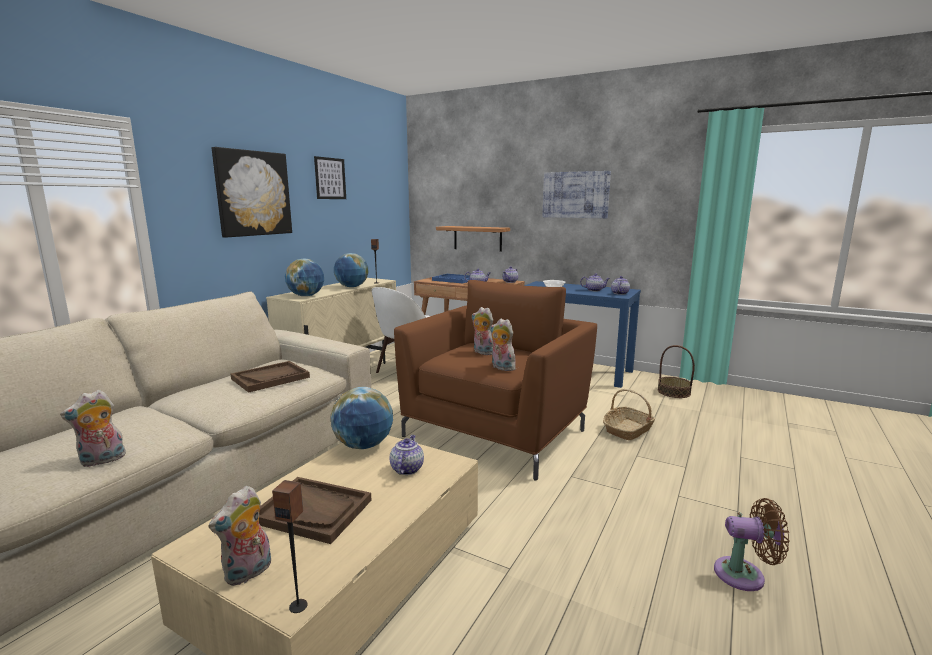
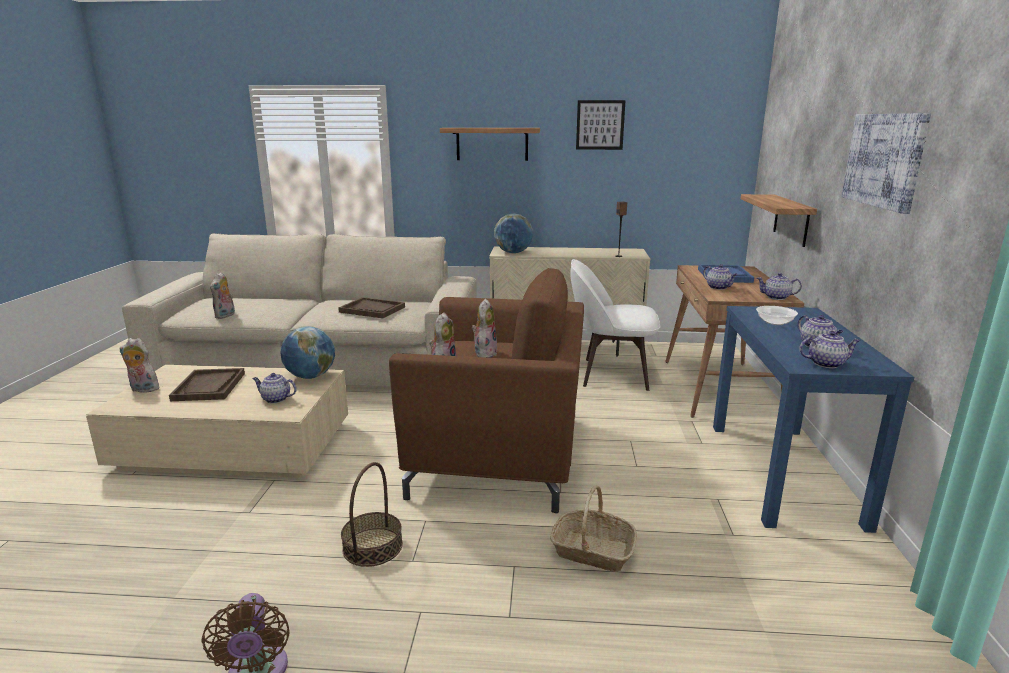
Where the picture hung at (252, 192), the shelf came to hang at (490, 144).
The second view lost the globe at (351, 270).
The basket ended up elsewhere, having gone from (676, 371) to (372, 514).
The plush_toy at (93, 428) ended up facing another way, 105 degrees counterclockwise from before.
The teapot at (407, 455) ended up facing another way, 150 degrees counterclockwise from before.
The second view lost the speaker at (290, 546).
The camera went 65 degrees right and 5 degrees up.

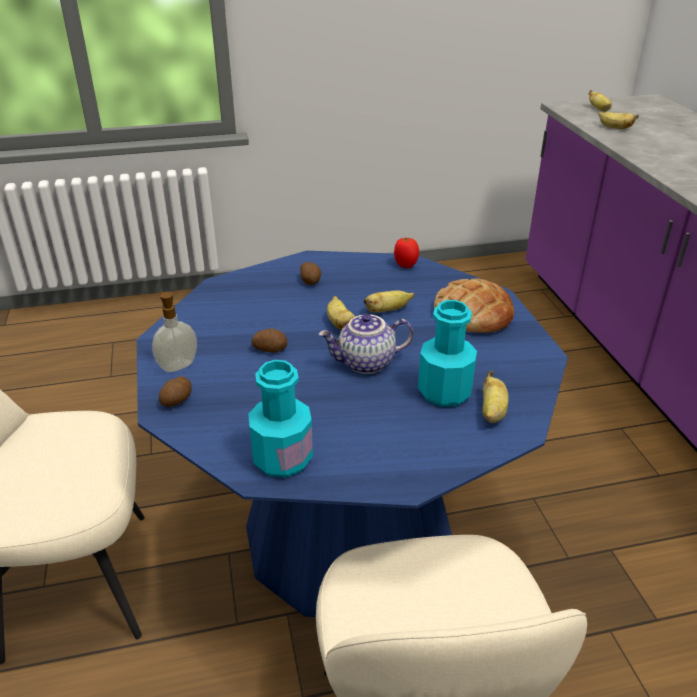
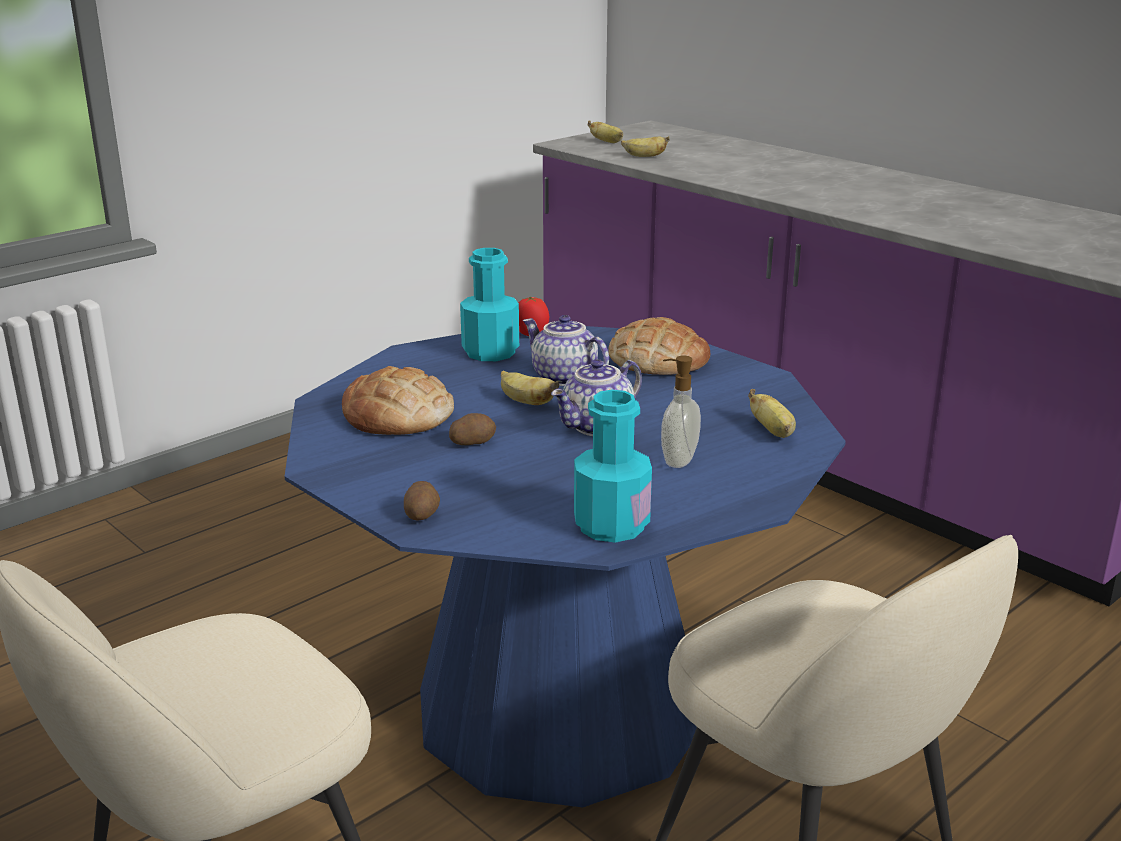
The second view lost the potato at (310, 273).
The soap_dispenser ended up elsewhere, having gone from (174, 331) to (681, 411).
Where the banana stood at (389, 301), the teapot came to stand at (566, 350).
The turquoise_bottle ended up elsewhere, having gone from (447, 353) to (489, 304).
The second view gained the bread at (398, 400).
The camera went 30 degrees left and 10 degrees down.

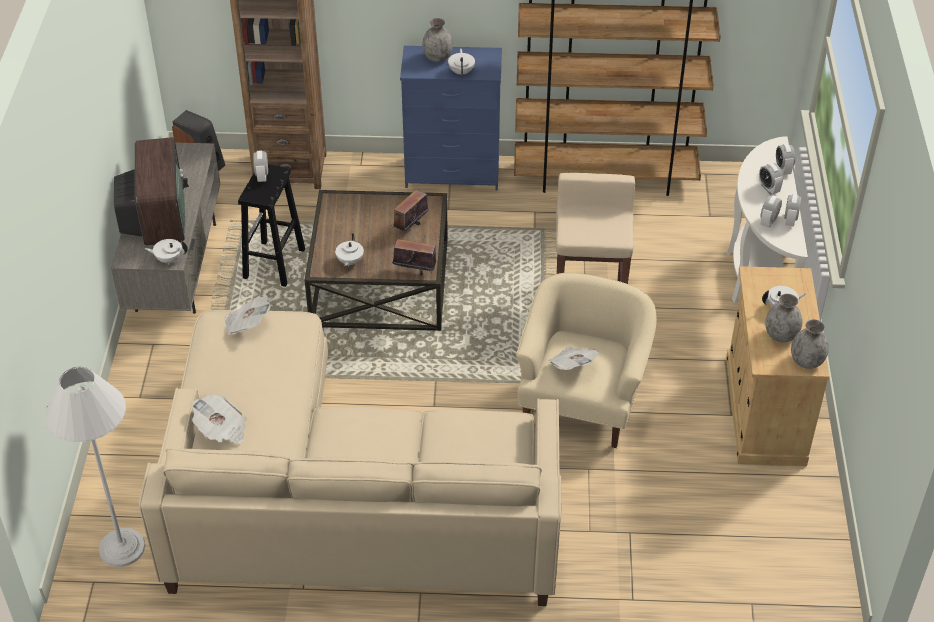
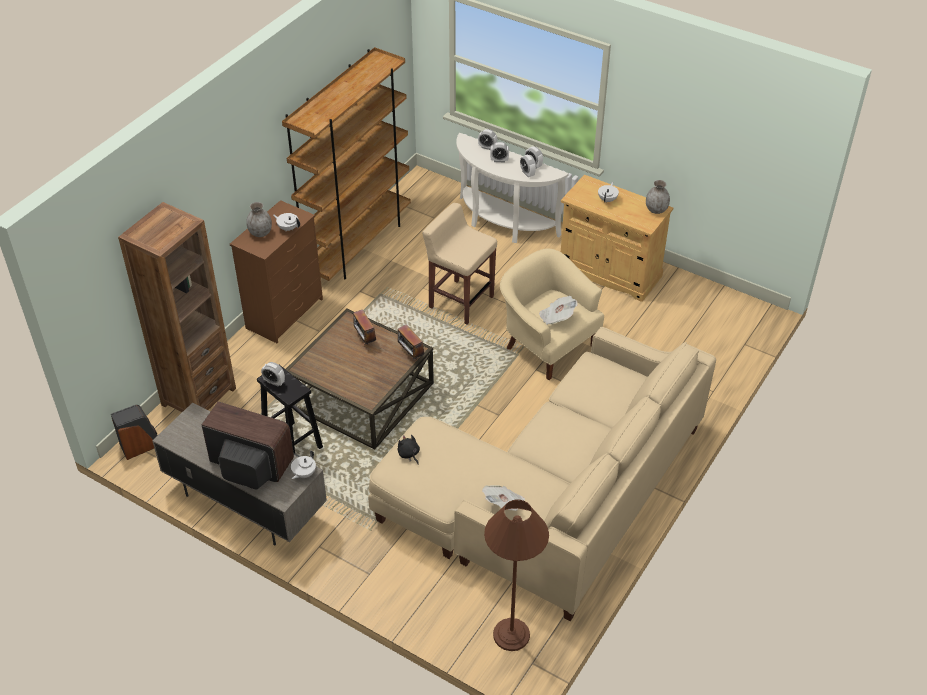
What was the blue_dresser at (451, 118) turned into the brown_dresser at (276, 271).
The second view lost the white_teapot at (349, 250).
The radio at (414, 256) ended up facing another way, 75 degrees counterclockwise from before.
The second view lost the grey_vase at (783, 318).
Where the newspaper stood at (248, 315), the black_plush_toy came to stand at (408, 450).
What was the white_floor_lamp at (95, 467) turned into the brown_floor_lamp at (516, 575).
The camera went 60 degrees left and 0 degrees up.

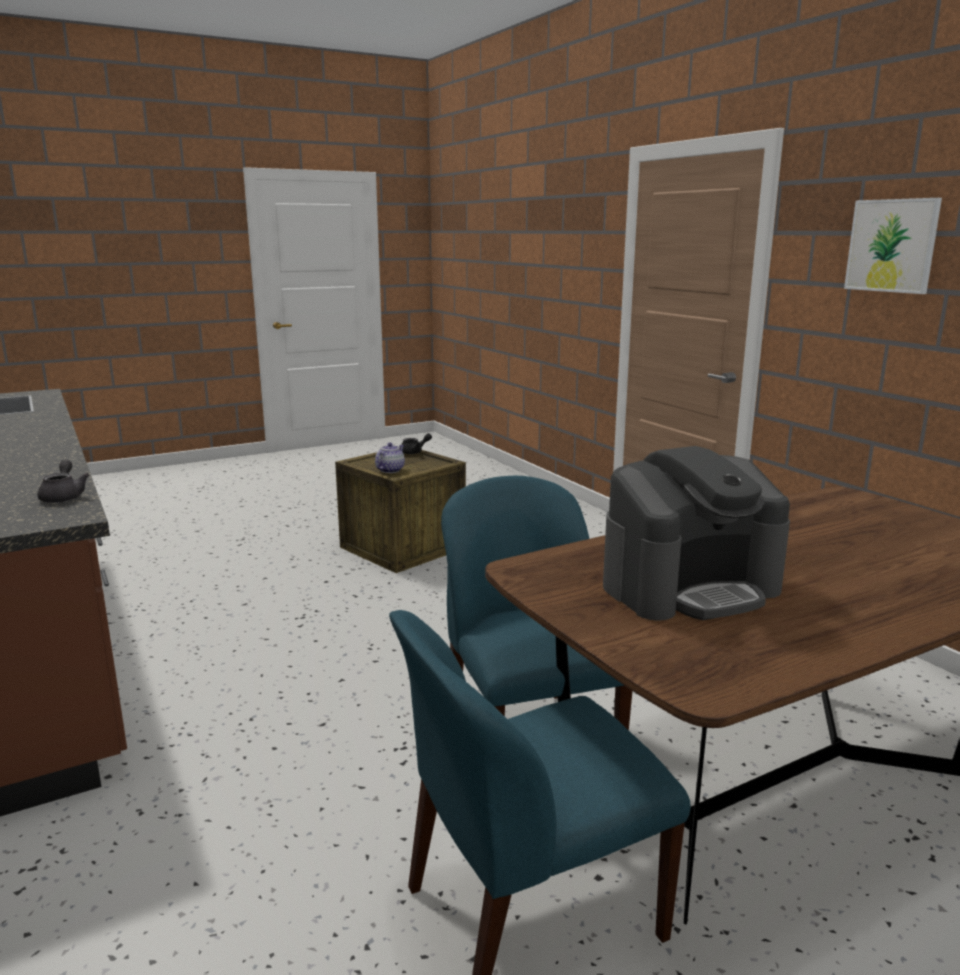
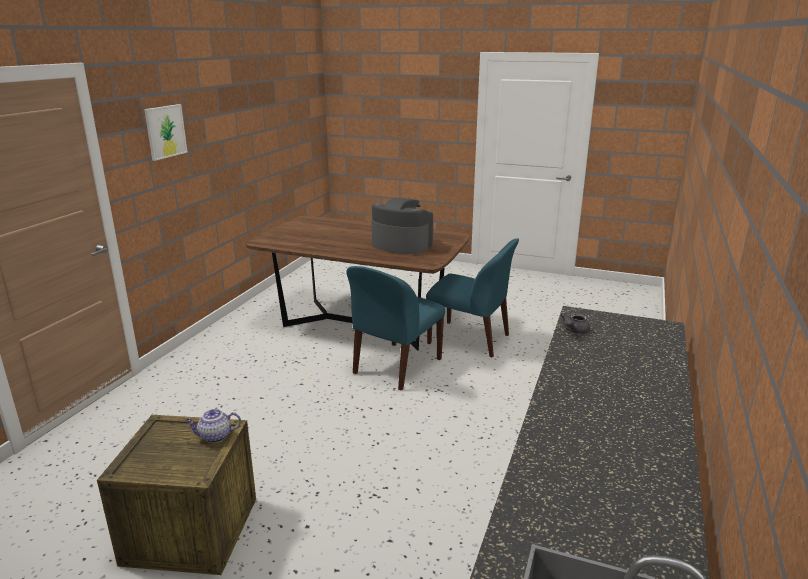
The second view lost the black_teapot at (416, 443).
The camera went 130 degrees left and 5 degrees up.

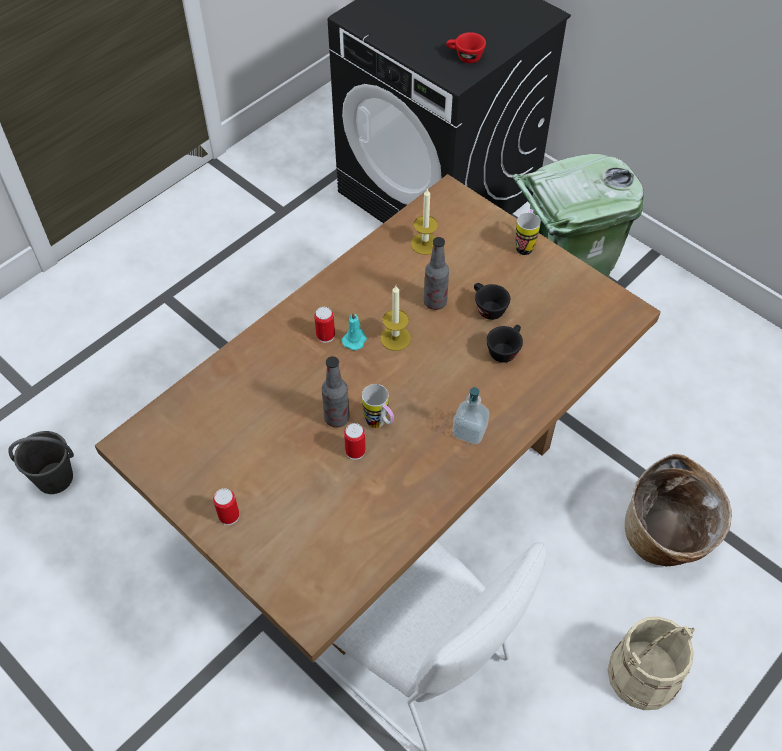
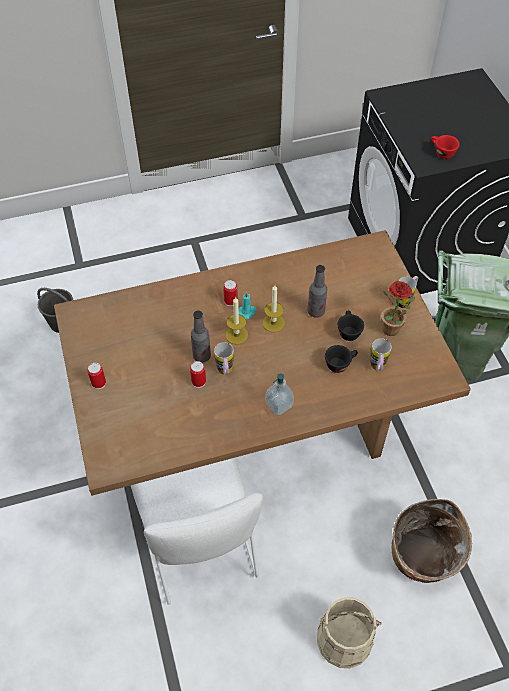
The candle ended up elsewhere, having gone from (424, 221) to (236, 321).
The second view gained the potted_plant at (398, 308).
The second view gained the mug at (381, 354).
The camera went 30 degrees right and 0 degrees up.

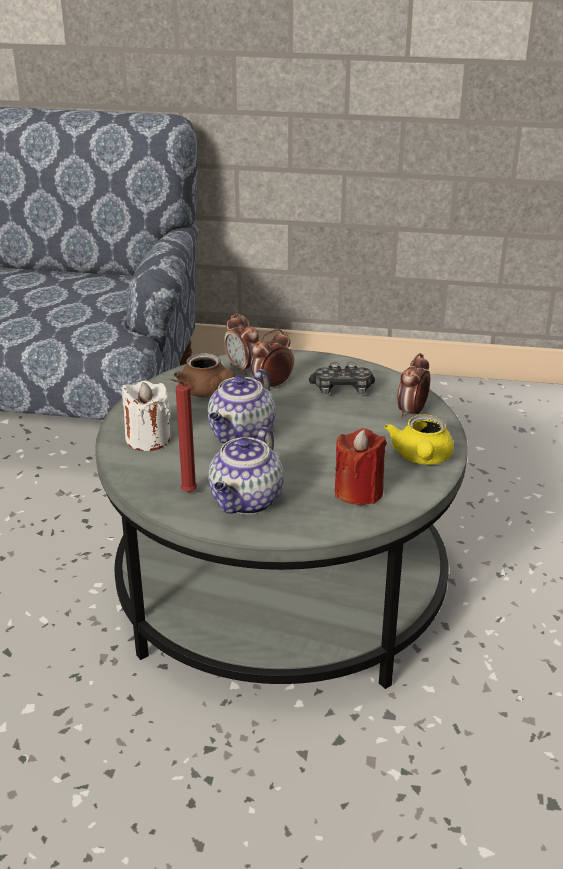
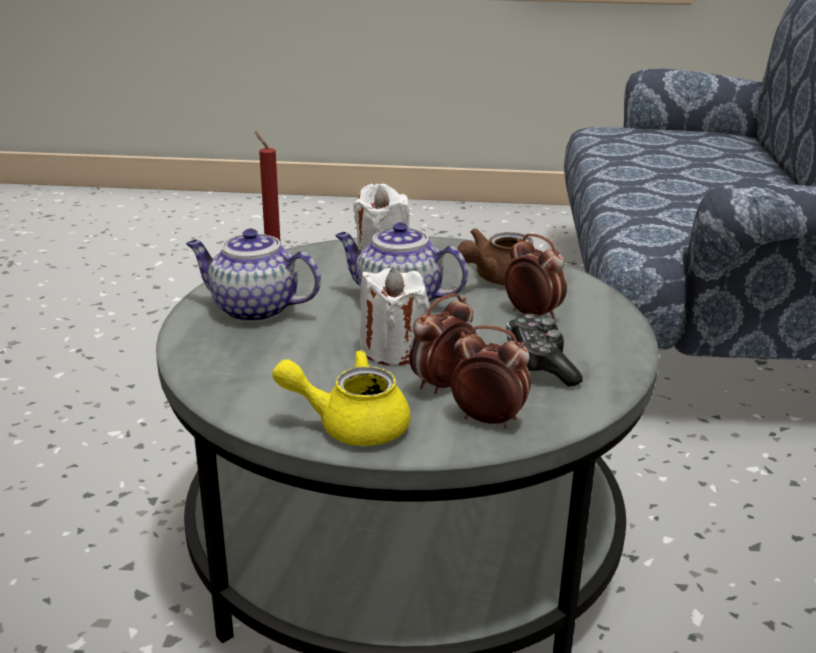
The alarm_clock ended up elsewhere, having gone from (241, 344) to (443, 344).
The second view lost the red_candle at (361, 466).
The second view gained the white_candle at (394, 316).
The camera went 85 degrees right and 5 degrees down.

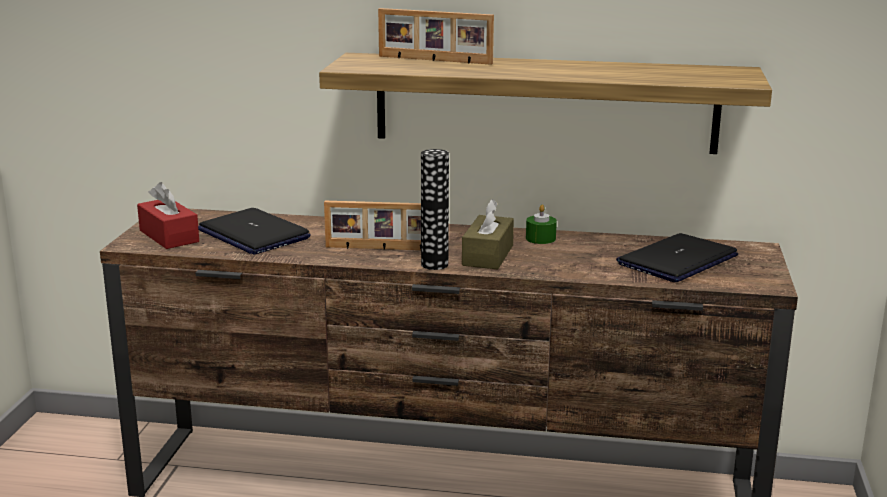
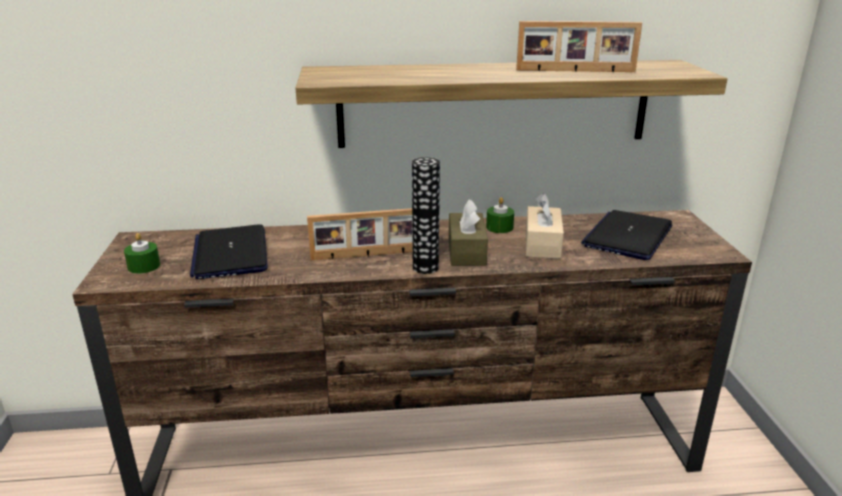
The picture_frame ended up elsewhere, having gone from (436, 36) to (579, 46).
Where the red_tissue_box stood at (168, 215), the green_candle came to stand at (142, 253).
The laptop at (254, 231) ended up facing another way, 45 degrees clockwise from before.
The second view gained the beige_tissue_box at (545, 226).
The camera went 15 degrees left and 5 degrees up.

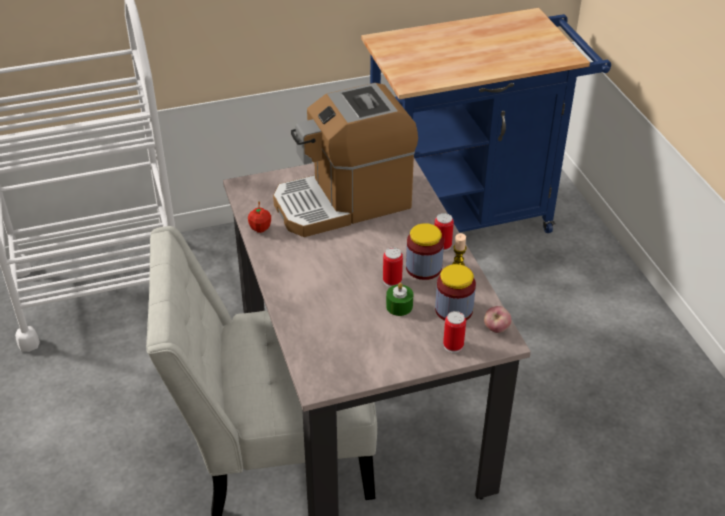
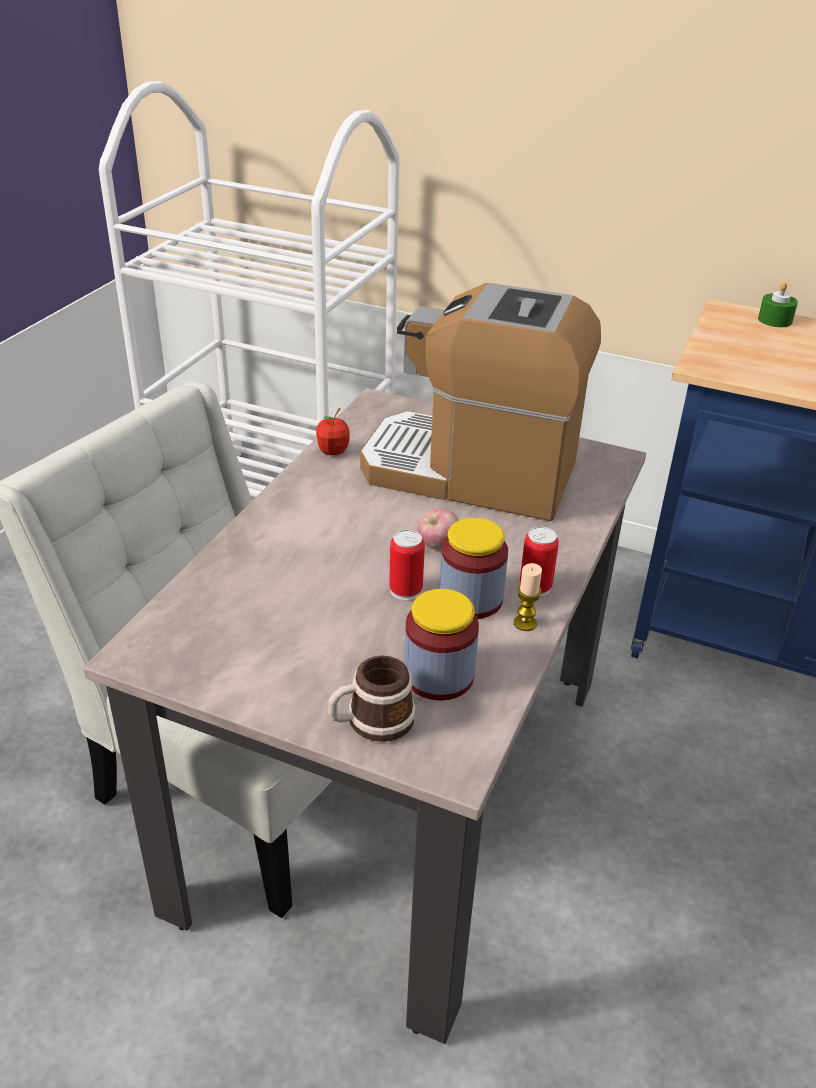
The green_candle ended up elsewhere, having gone from (399, 299) to (778, 304).
The apple ended up elsewhere, having gone from (497, 319) to (438, 529).
Where the can stood at (454, 332), the mug came to stand at (372, 699).
The camera went 40 degrees right and 5 degrees down.

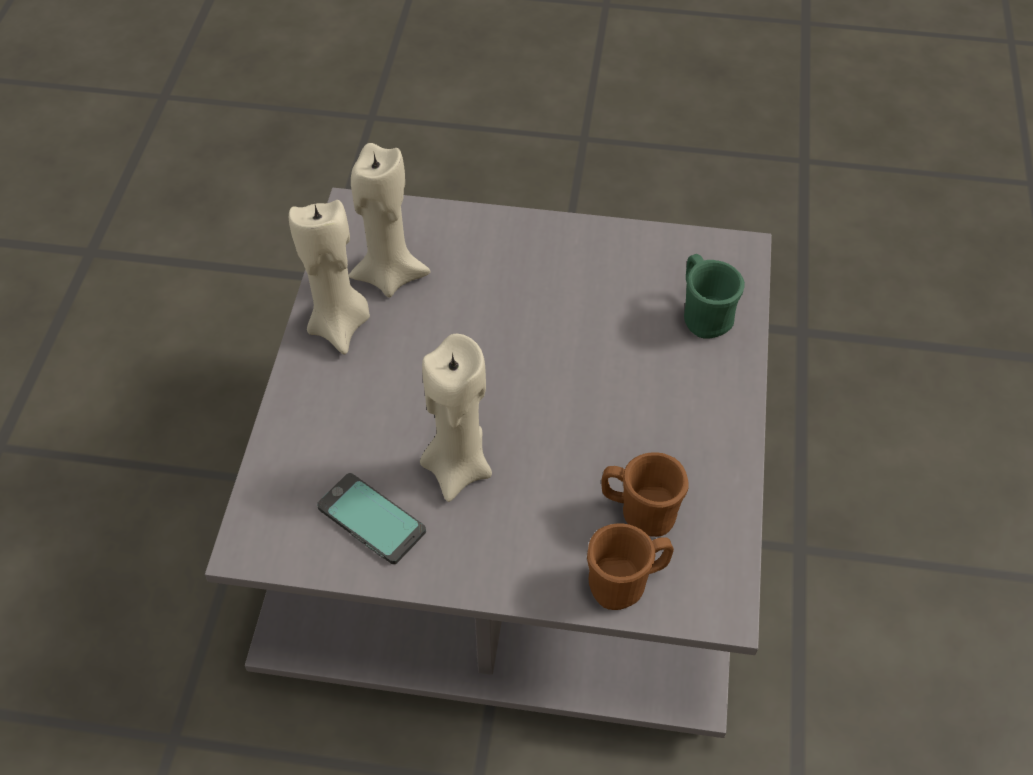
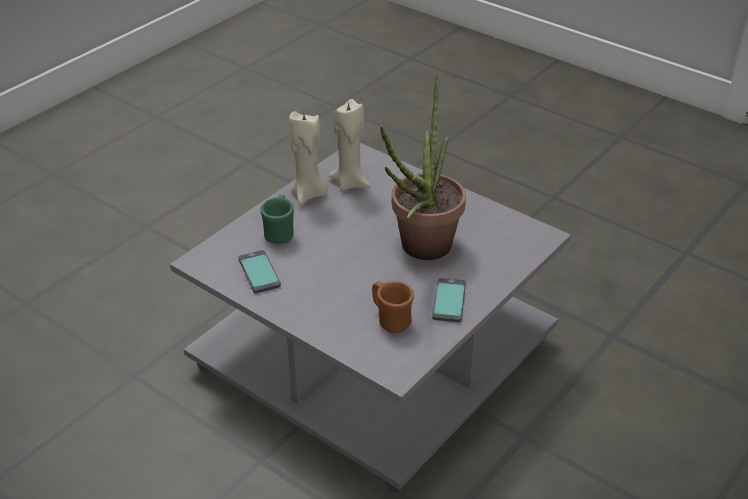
The green_mug ended up elsewhere, having gone from (714, 296) to (277, 219).
The second view lost the beige_candle at (456, 417).
The second view lost the brown_mug at (630, 567).
The second view gained the potted_plant at (423, 165).
The second view gained the phone at (449, 300).
The camera went 30 degrees right and 15 degrees down.

